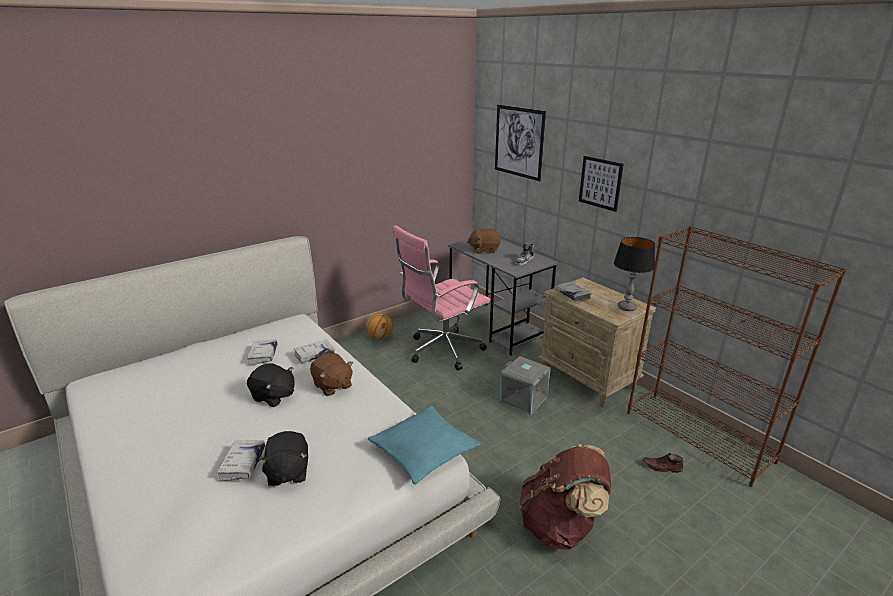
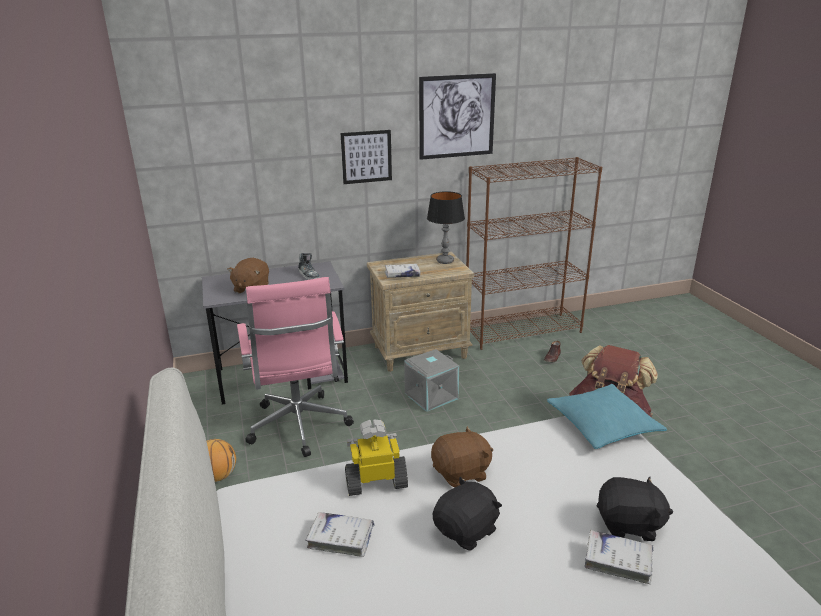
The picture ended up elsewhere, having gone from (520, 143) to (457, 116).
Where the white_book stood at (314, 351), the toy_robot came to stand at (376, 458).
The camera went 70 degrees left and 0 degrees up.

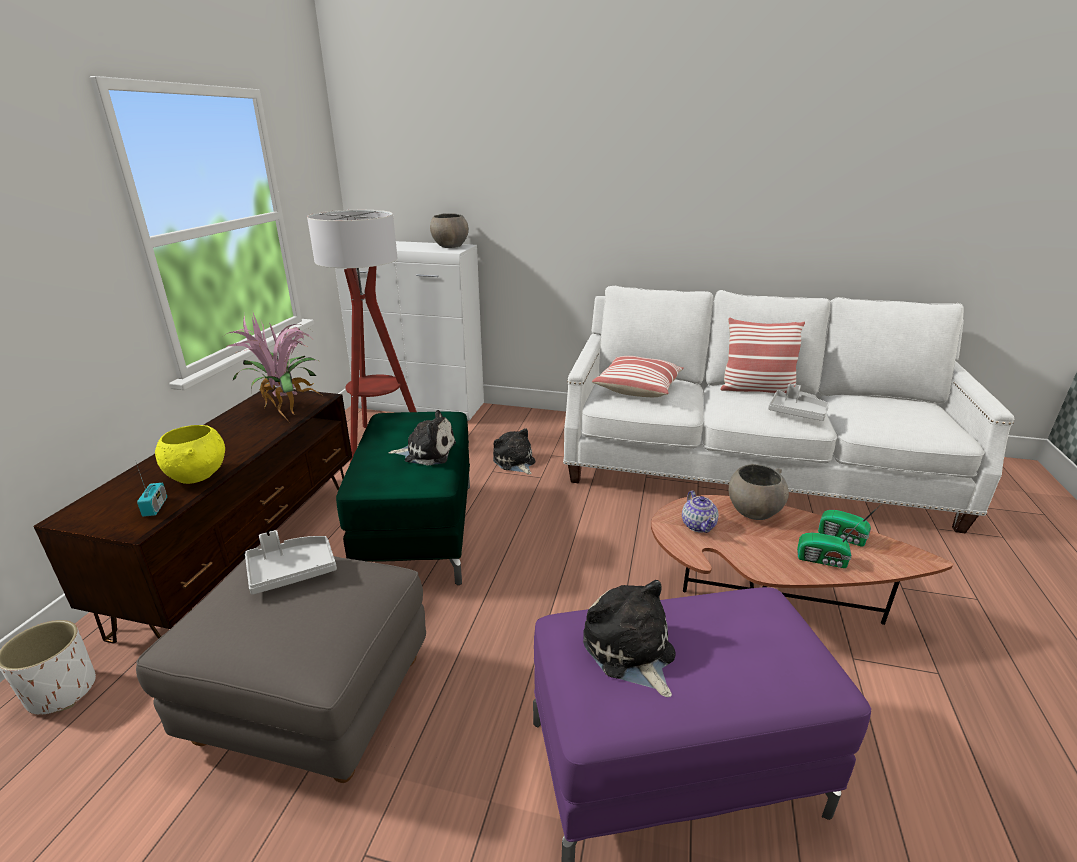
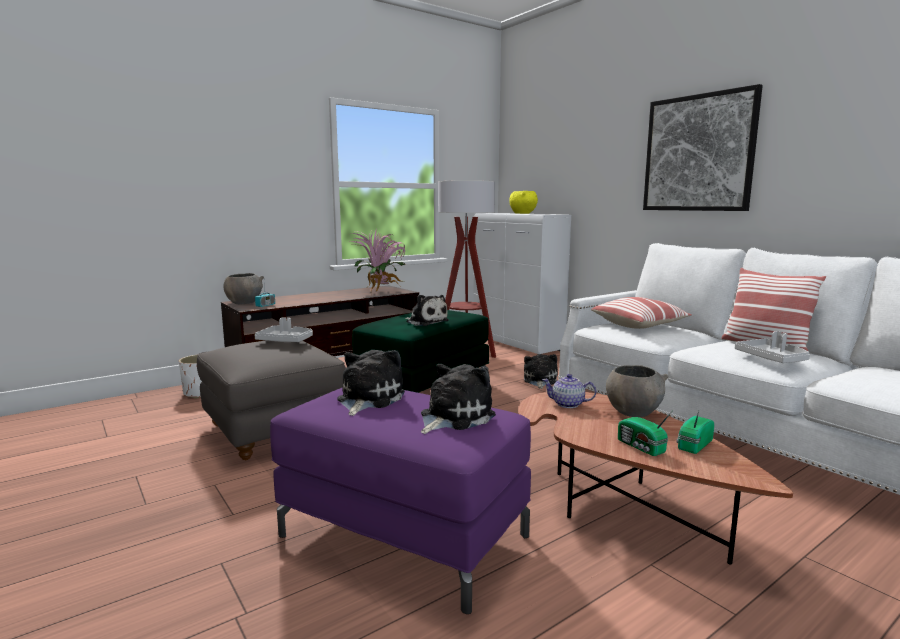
The grey_bowl ended up elsewhere, having gone from (449, 230) to (243, 288).
The yellow_bowl ended up elsewhere, having gone from (190, 454) to (523, 202).
The teapot at (700, 512) ended up facing another way, 75 degrees clockwise from before.
The radio at (849, 526) ended up facing another way, 60 degrees clockwise from before.
The second view gained the picture at (703, 147).
The second view gained the plush_toy at (458, 399).
The camera went 40 degrees right and 15 degrees down.

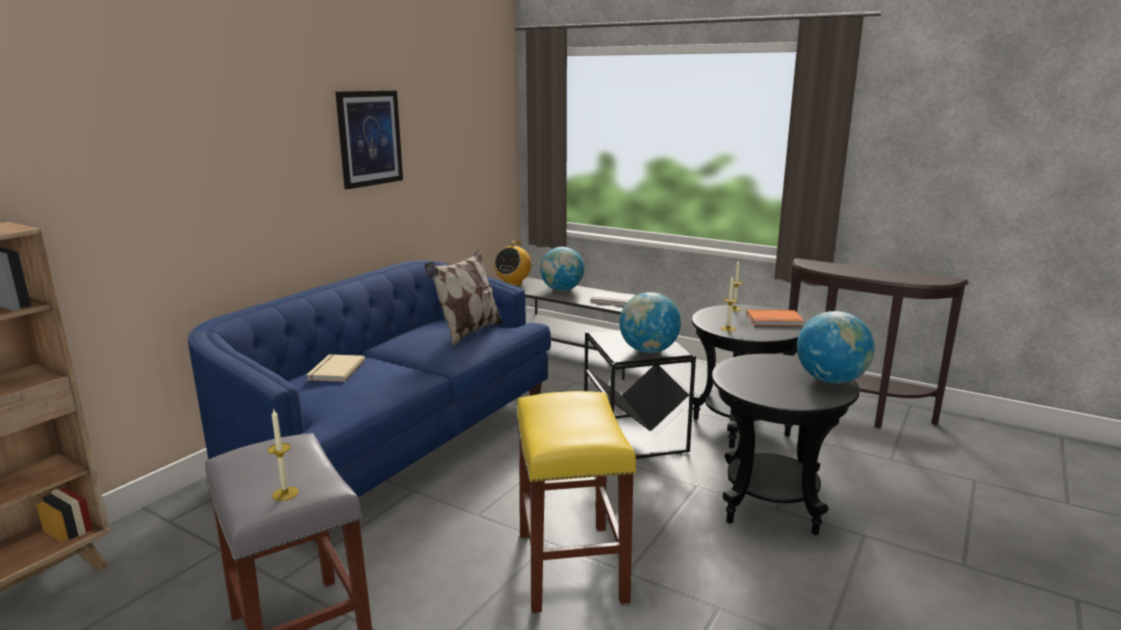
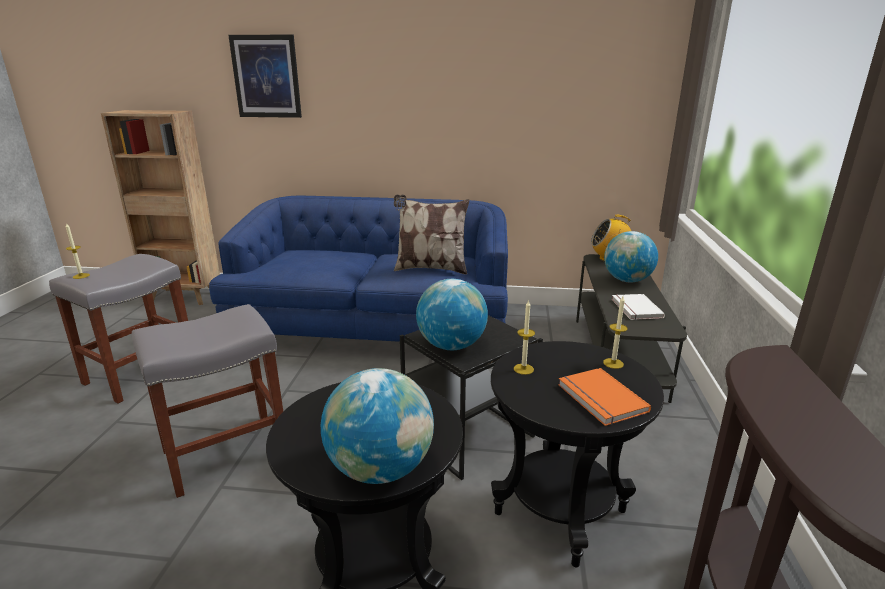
The picture ended up elsewhere, having gone from (369, 139) to (265, 76).
The second view lost the beige_book at (336, 368).
What was the yellow_stool at (576, 502) turned into the grey_stool at (207, 401).
The camera went 65 degrees right and 5 degrees up.

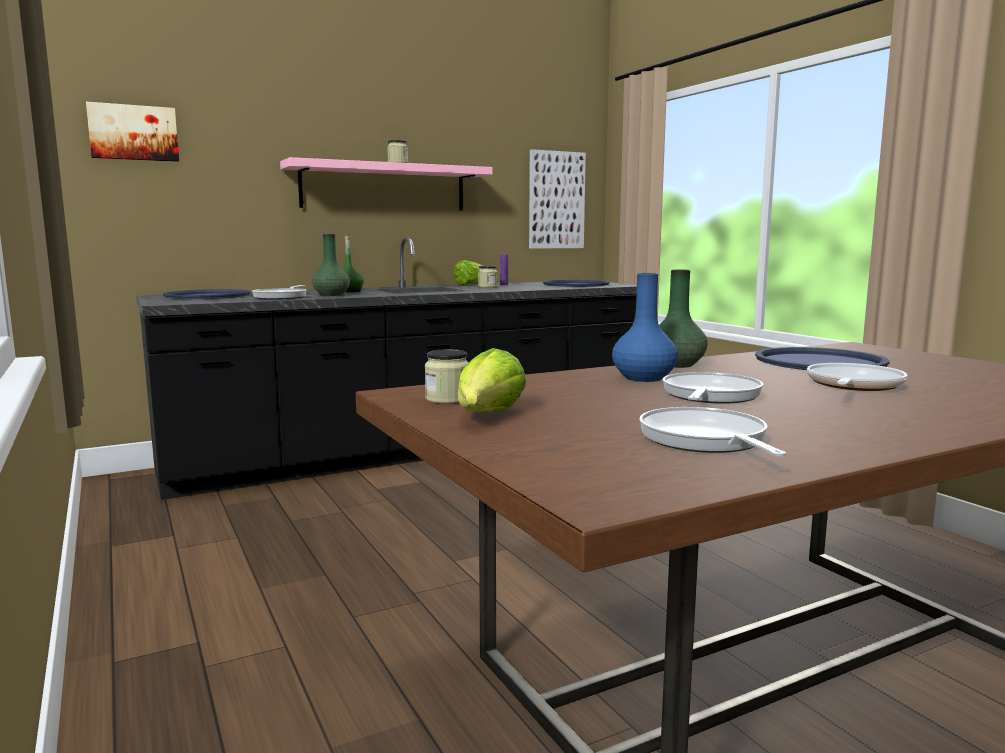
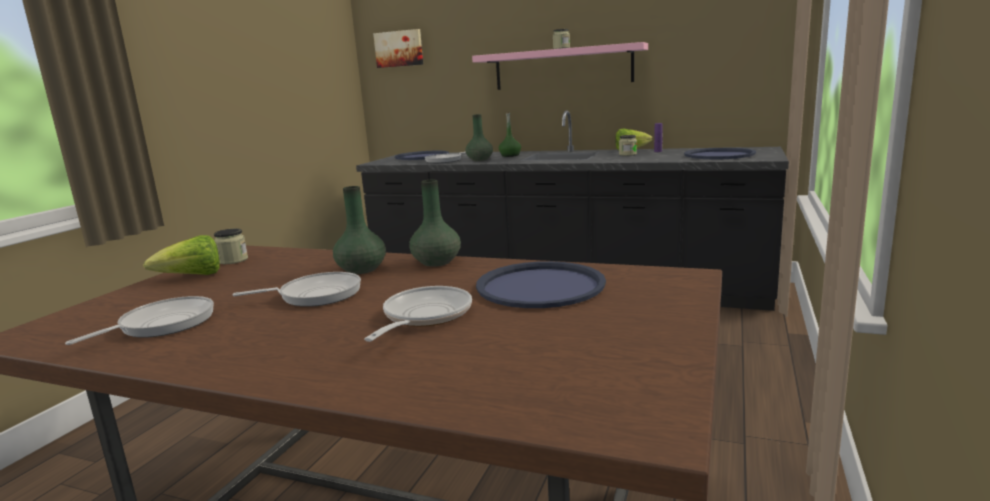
The second view lost the picture at (557, 199).
What was the blue_vase at (645, 327) turned into the green_vase at (359, 230).
The frying_pan at (857, 377) ended up facing another way, 60 degrees counterclockwise from before.
The camera went 50 degrees right and 5 degrees up.

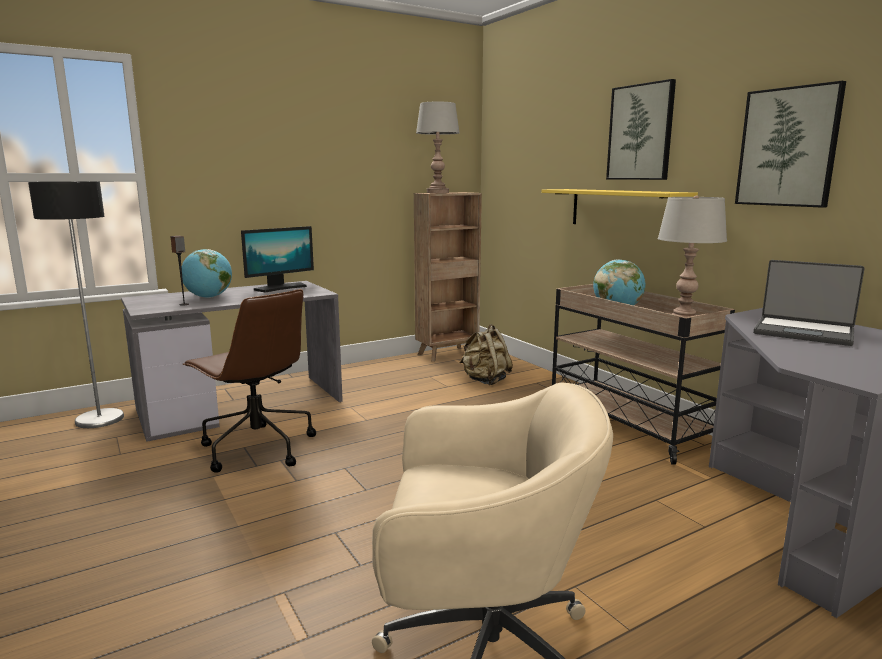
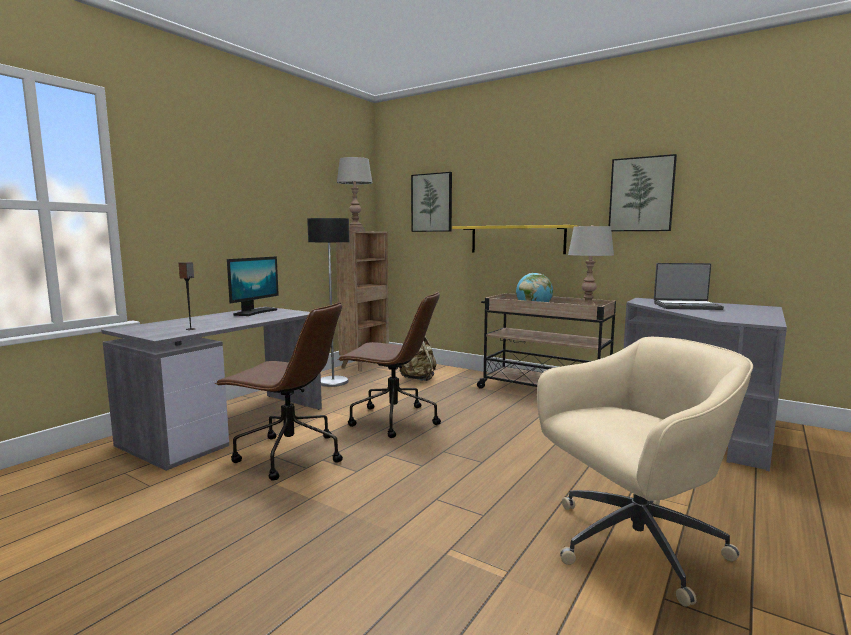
The picture ended up elsewhere, having gone from (641, 129) to (431, 202).
The floor_lamp ended up elsewhere, having gone from (76, 305) to (328, 302).
The second view lost the globe at (207, 273).
The second view gained the brown_office_chair at (389, 364).
The camera went 25 degrees left and 5 degrees down.

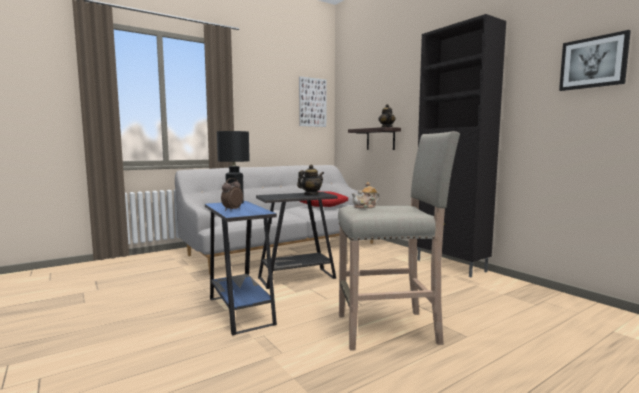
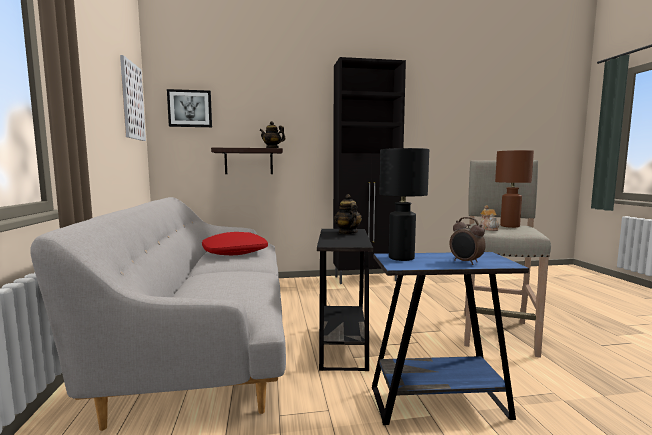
The picture ended up elsewhere, having gone from (595, 60) to (189, 108).
The second view gained the brown_table_lamp at (514, 189).
The camera went 65 degrees left and 0 degrees up.

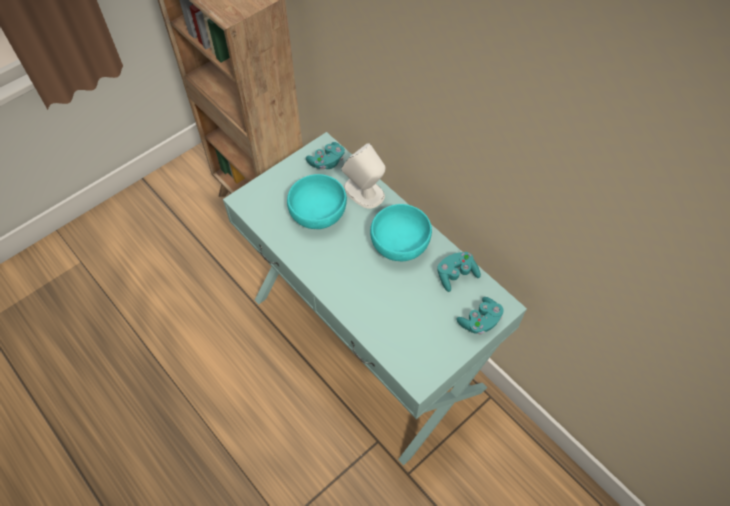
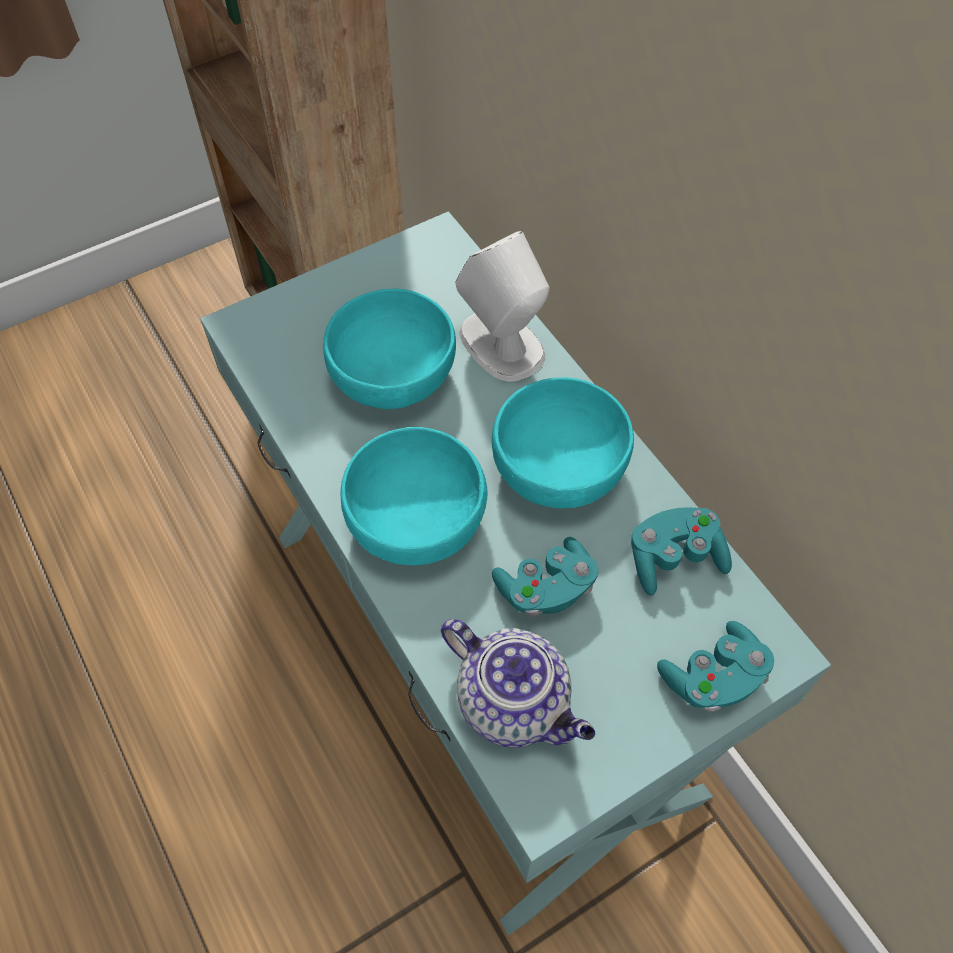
The turquoise_game_controller ended up elsewhere, having gone from (325, 156) to (545, 577).
The second view gained the turquoise_bowl at (414, 496).
The second view gained the teapot at (518, 683).
The camera went 10 degrees right and 0 degrees up.

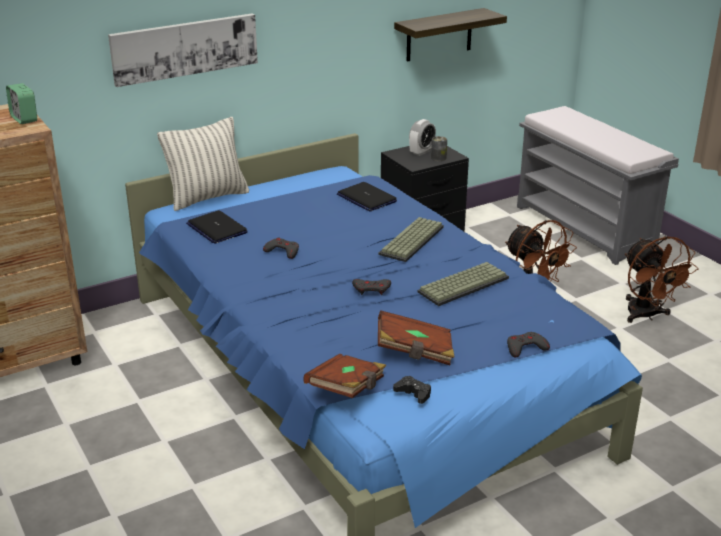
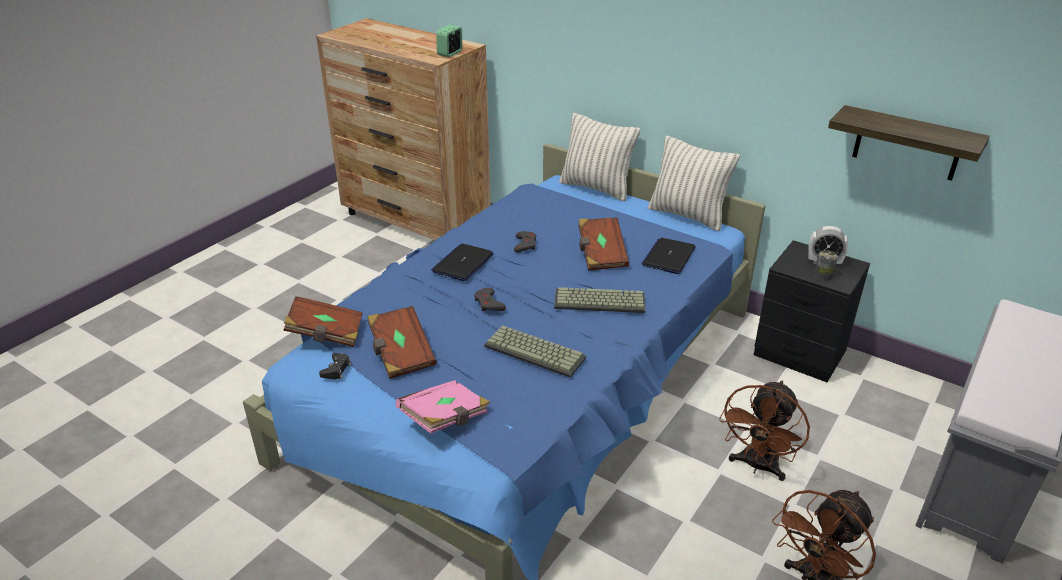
The second view lost the picture at (183, 50).
The laptop ended up elsewhere, having gone from (217, 227) to (462, 262).
Where the grey_game_controller stood at (528, 344), the pink_book came to stand at (443, 407).
The second view gained the pillow at (694, 183).
The second view gained the brown_book at (604, 244).
The camera went 65 degrees right and 5 degrees up.

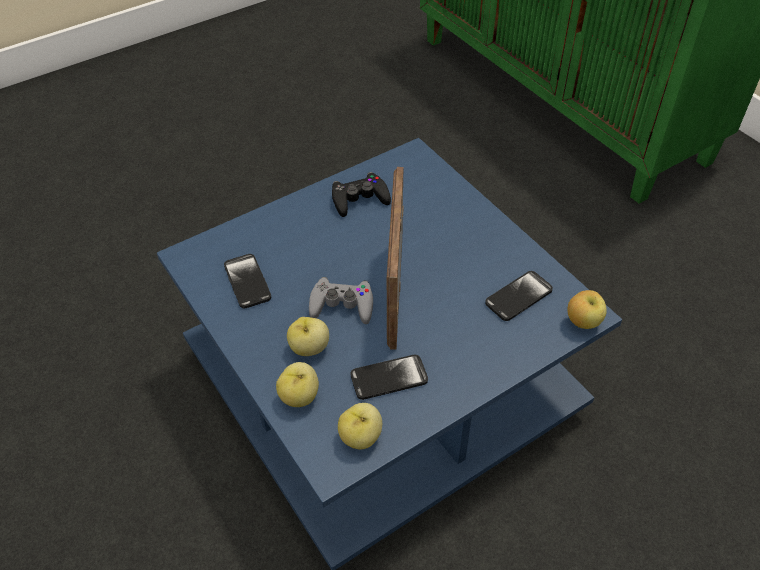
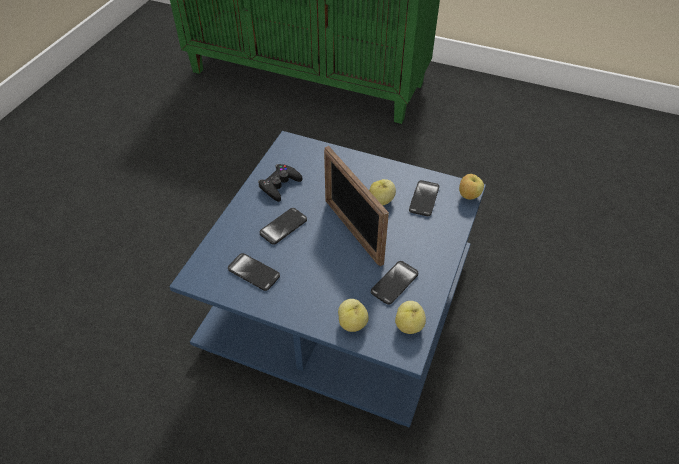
The second view lost the grey_game_controller at (341, 300).
The apple ended up elsewhere, having gone from (308, 336) to (382, 192).
The second view gained the phone at (283, 226).
The camera went 35 degrees left and 0 degrees up.

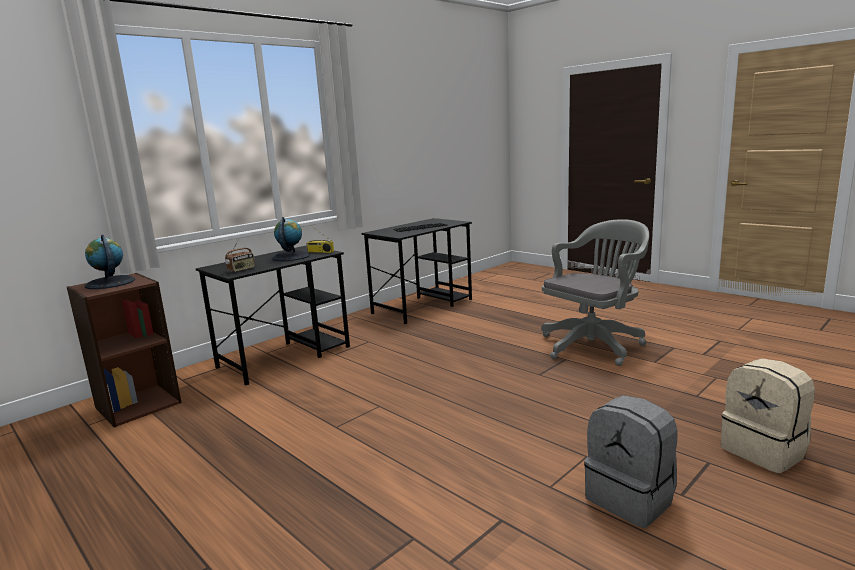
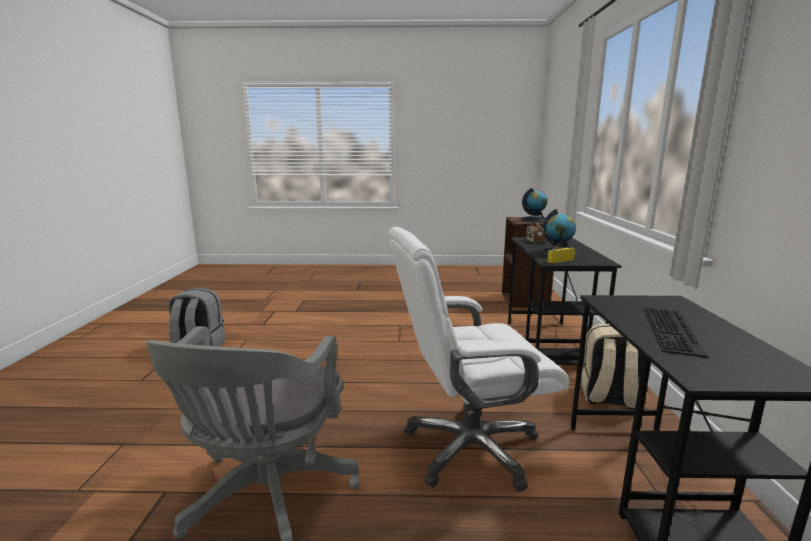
The beige_backpack ended up elsewhere, having gone from (768, 415) to (612, 367).
The second view gained the white_office_chair at (479, 359).
The camera went 135 degrees right and 0 degrees up.

